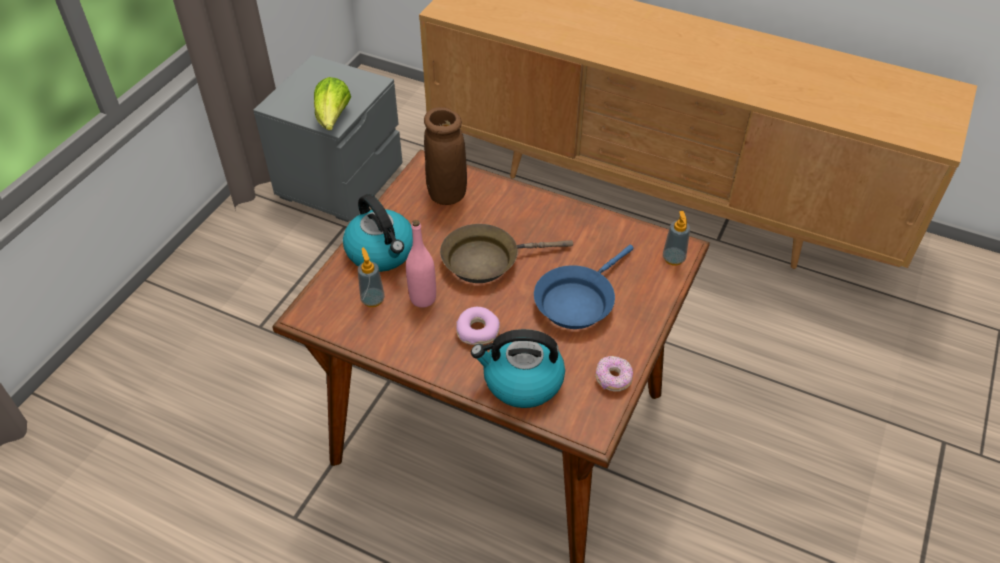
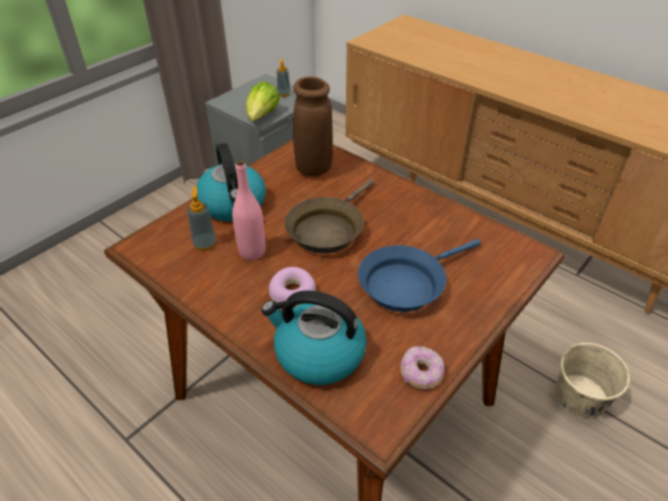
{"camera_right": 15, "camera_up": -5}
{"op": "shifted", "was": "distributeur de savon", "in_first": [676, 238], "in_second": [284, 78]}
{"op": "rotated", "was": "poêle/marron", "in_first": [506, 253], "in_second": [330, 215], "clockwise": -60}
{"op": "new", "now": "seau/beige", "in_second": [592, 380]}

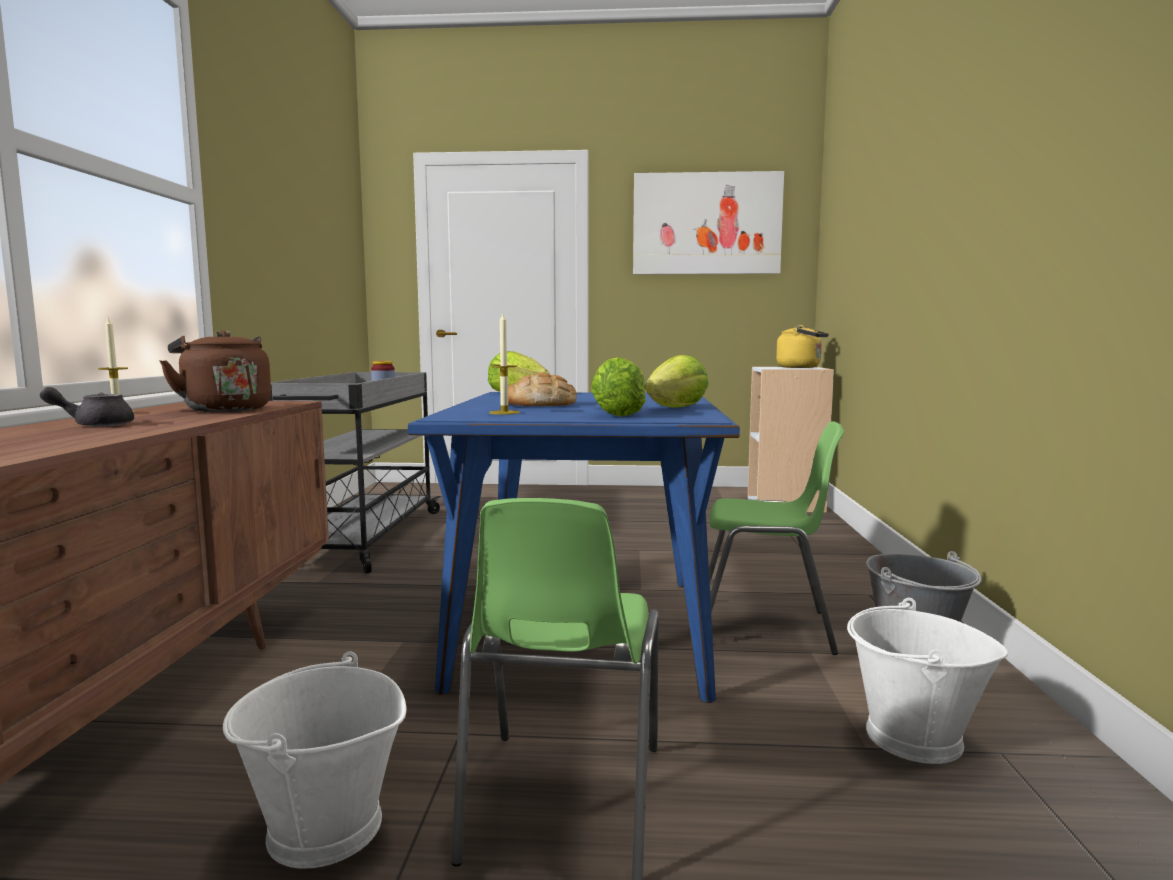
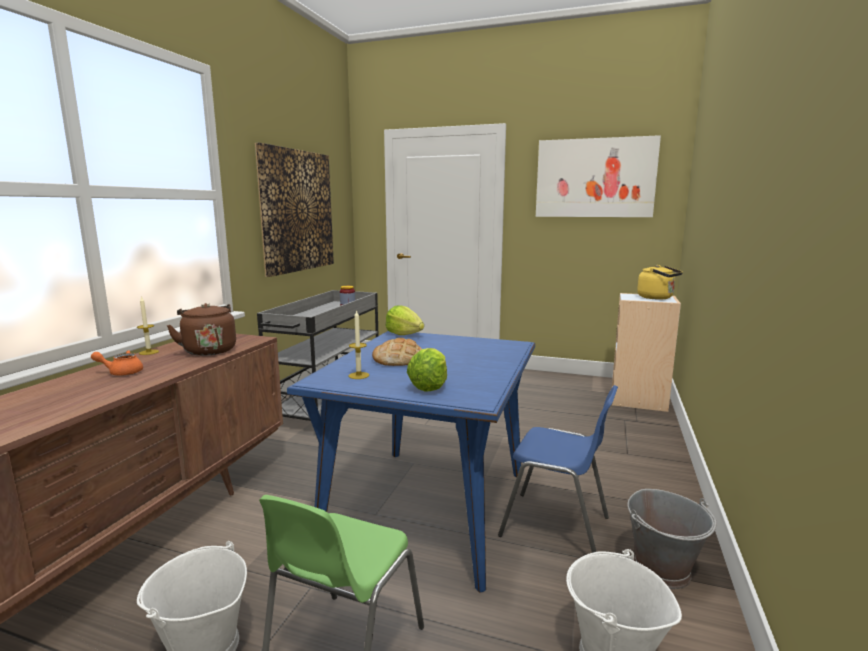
{"camera_right": 15, "camera_up": 5}
{"op": "gone", "was": "laitue", "in_first": [677, 381]}
{"op": "repainted", "was": "théière/gris", "now": "théière/orange", "in_first": [87, 407], "in_second": [117, 363]}
{"op": "repainted", "was": "chaise/vert", "now": "chaise/bleu", "in_first": [776, 538], "in_second": [558, 469]}
{"op": "new", "now": "tableau", "in_second": [294, 210]}

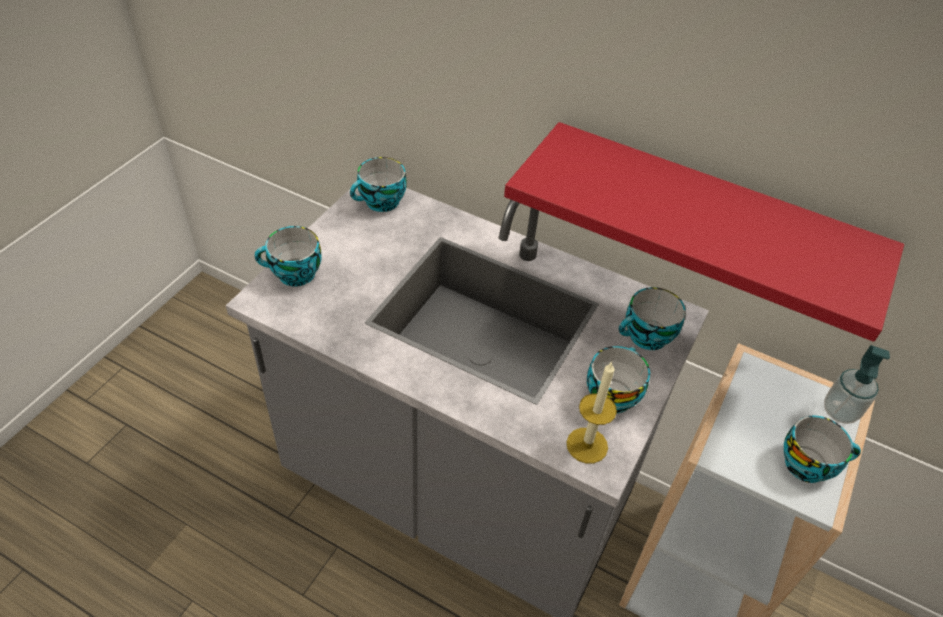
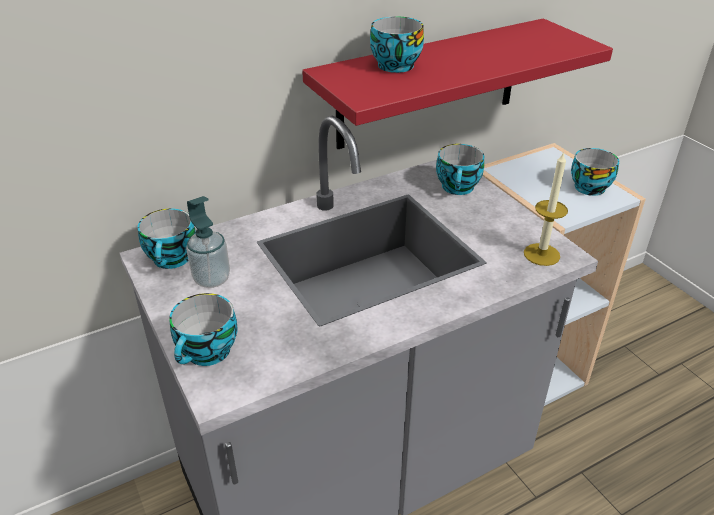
{"camera_right": -55, "camera_up": -10}
{"op": "shifted", "was": "distributeur de savon", "in_first": [857, 384], "in_second": [208, 242]}
{"op": "shifted", "was": "tasse", "in_first": [618, 380], "in_second": [397, 44]}

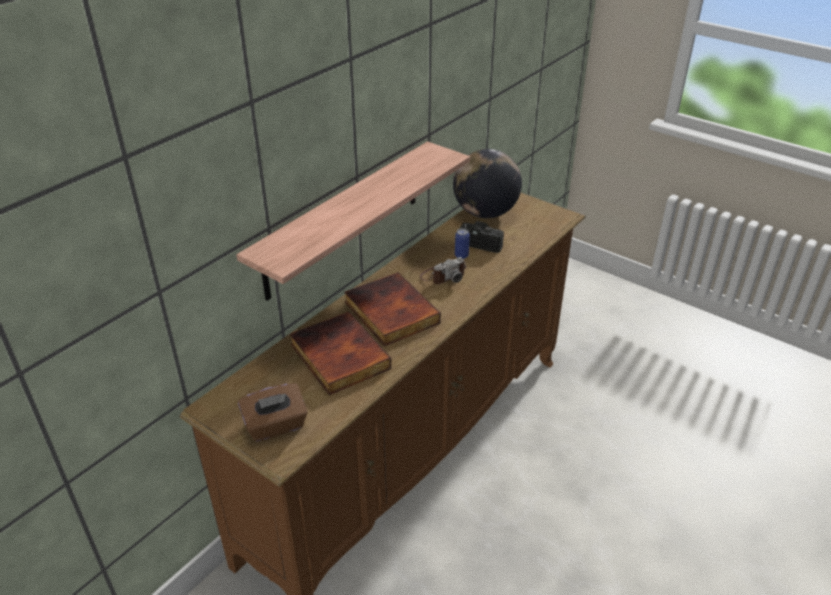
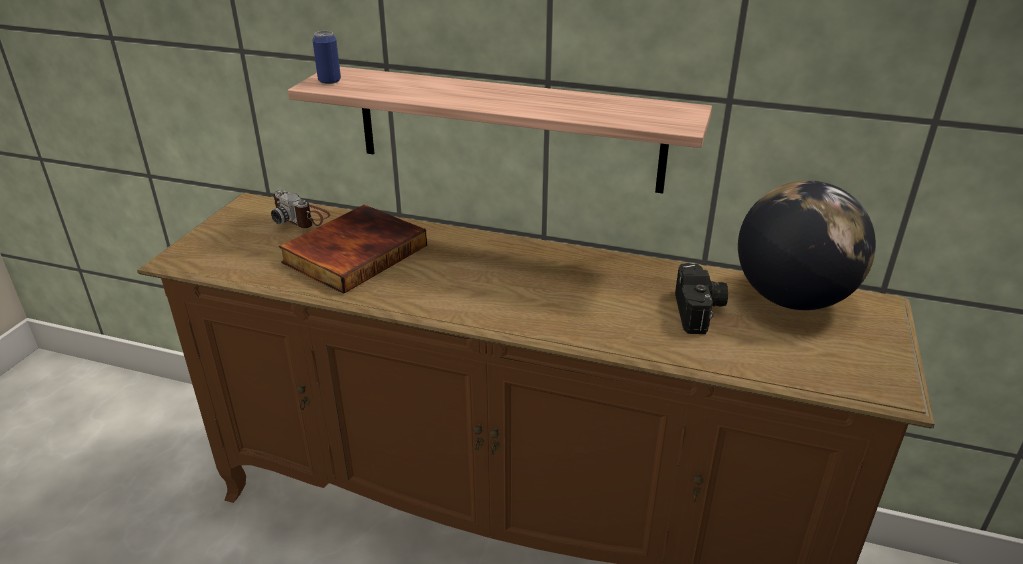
{"camera_right": 70, "camera_up": -5}
{"op": "shifted", "was": "boîte métallique", "in_first": [462, 243], "in_second": [327, 57]}
{"op": "shifted", "was": "appareil photo", "in_first": [443, 270], "in_second": [300, 209]}
{"op": "gone", "was": "livre", "in_first": [392, 309]}
{"op": "gone", "was": "boîte à mouchoirs/marron", "in_first": [273, 412]}

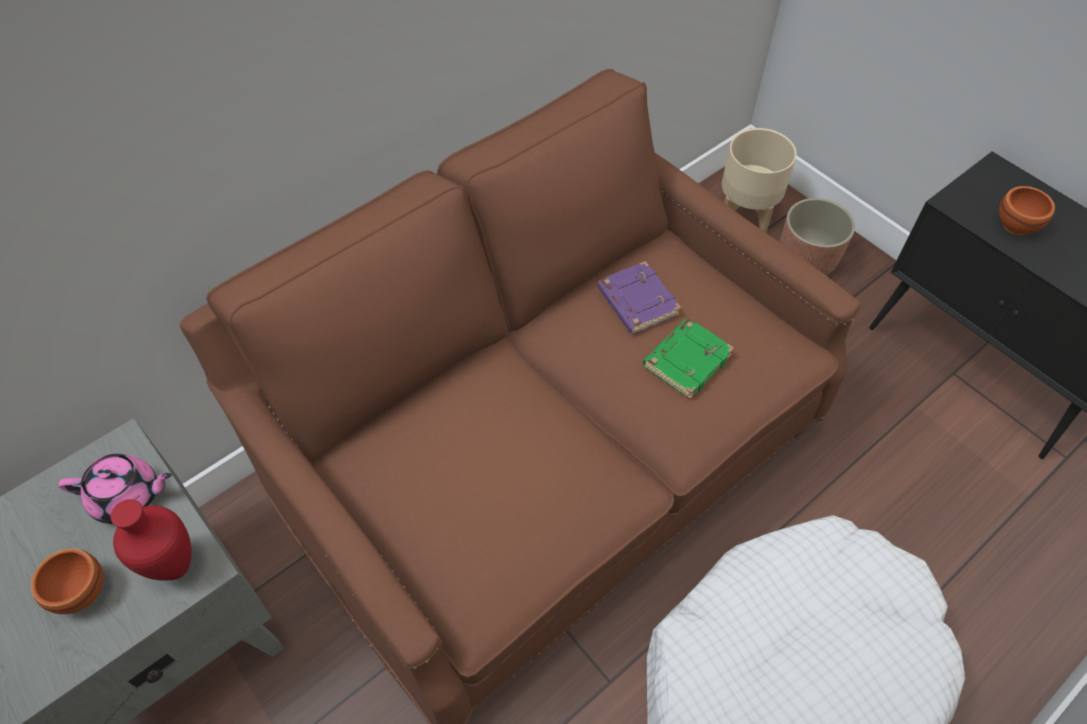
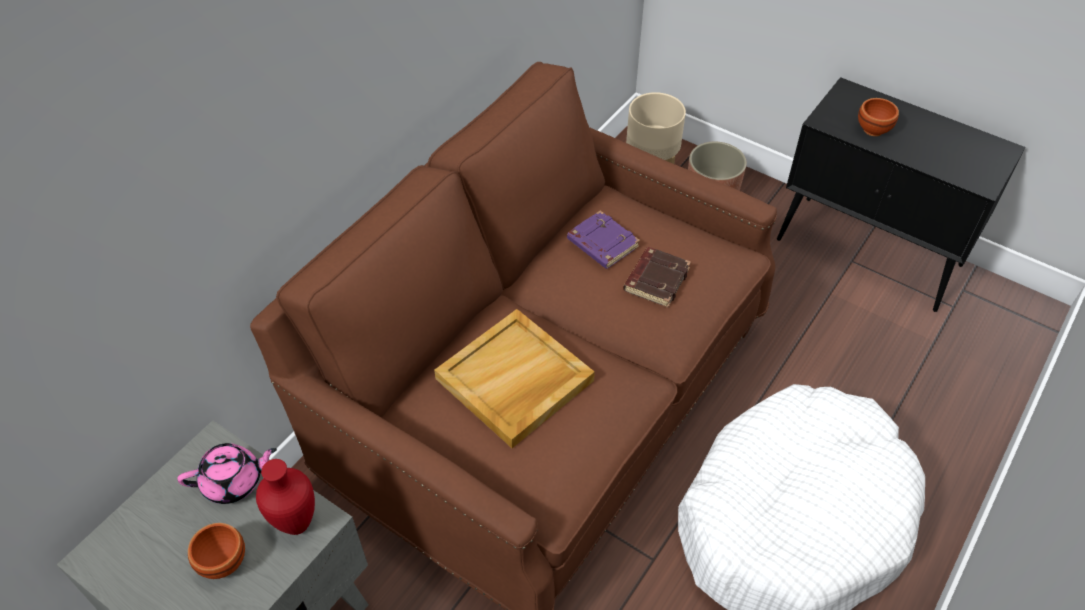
{"camera_right": -15, "camera_up": -5}
{"op": "repainted", "was": "livre/vert", "now": "livre/marron", "in_first": [688, 358], "in_second": [657, 277]}
{"op": "new", "now": "plateau/beige", "in_second": [514, 378]}

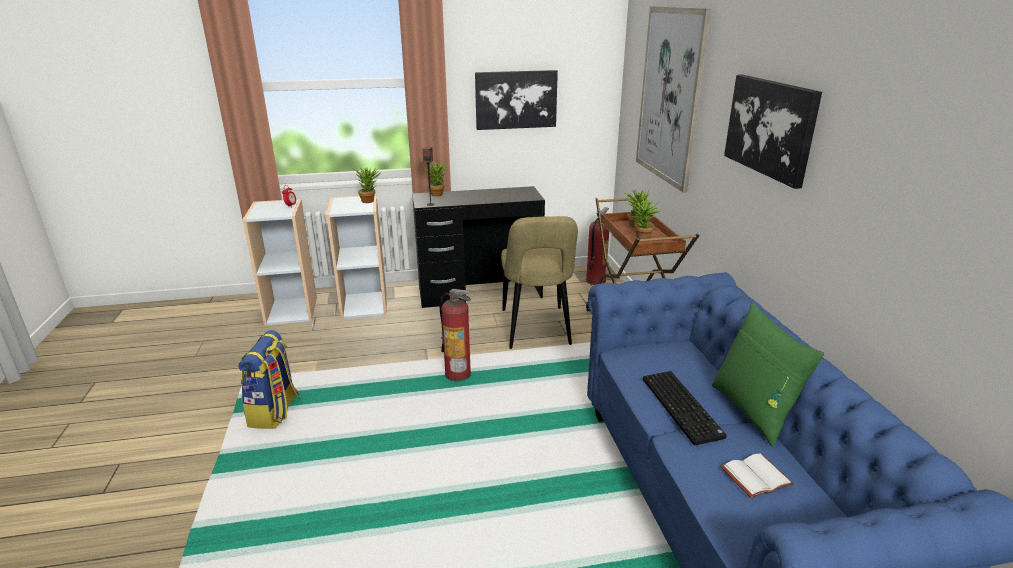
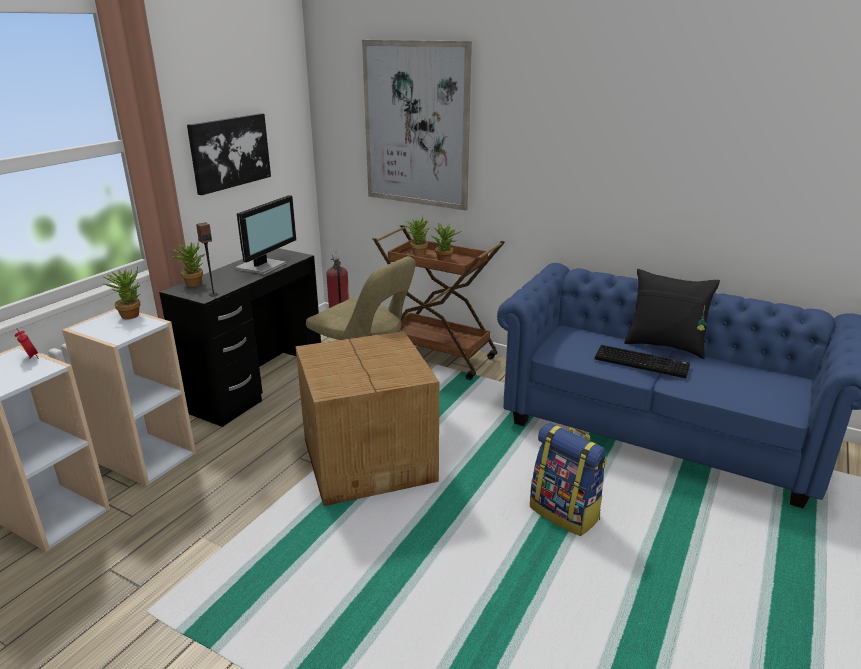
{"camera_right": -50, "camera_up": 0}
{"op": "gone", "was": "tableau", "in_first": [773, 132]}
{"op": "swapped", "was": "extincteur", "now": "carton", "in_first": [455, 335], "in_second": [367, 418]}
{"op": "repainted", "was": "coussin/vert", "now": "coussin/noir", "in_first": [768, 375], "in_second": [672, 314]}
{"op": "shifted", "was": "sac à dos", "in_first": [268, 379], "in_second": [568, 479]}
{"op": "gone", "was": "livre/blanc", "in_first": [757, 476]}
{"op": "new", "now": "écran d'ordinateur", "in_second": [265, 235]}

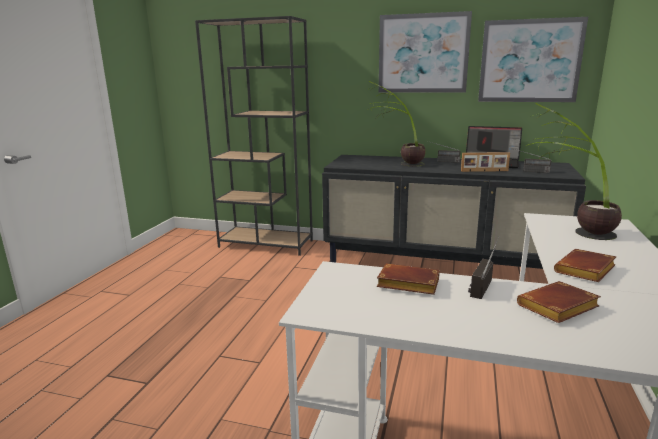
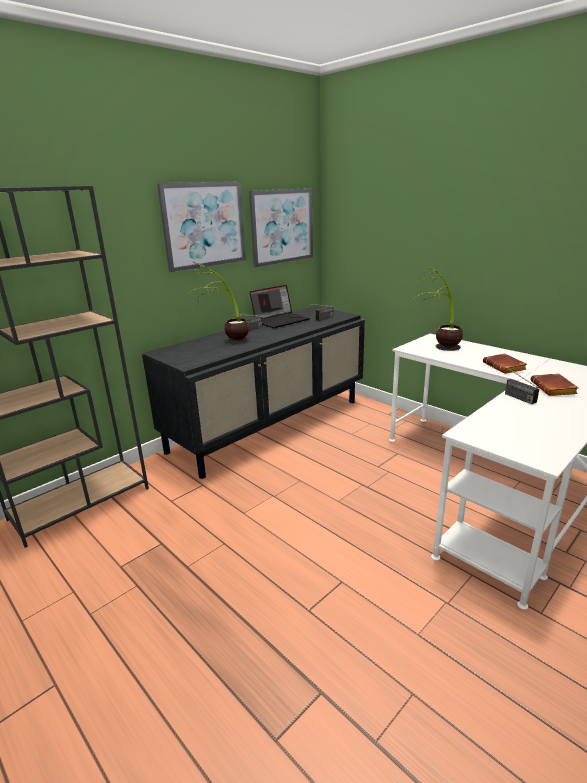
{"camera_right": -60, "camera_up": 5}
{"op": "gone", "was": "cadre photo", "in_first": [485, 162]}
{"op": "gone", "was": "livre/marron", "in_first": [408, 279]}

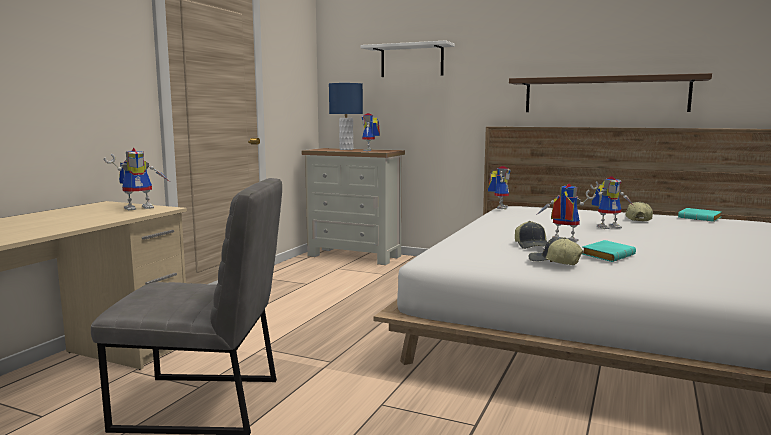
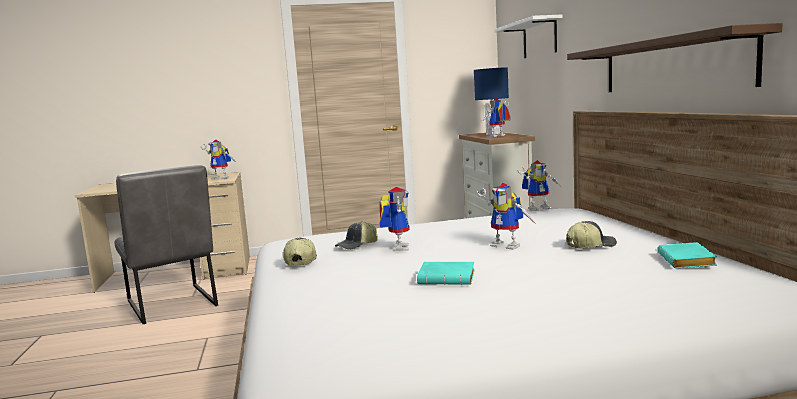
{"camera_right": 55, "camera_up": 0}
{"op": "shifted", "was": "livre/turquoise", "in_first": [609, 251], "in_second": [446, 273]}

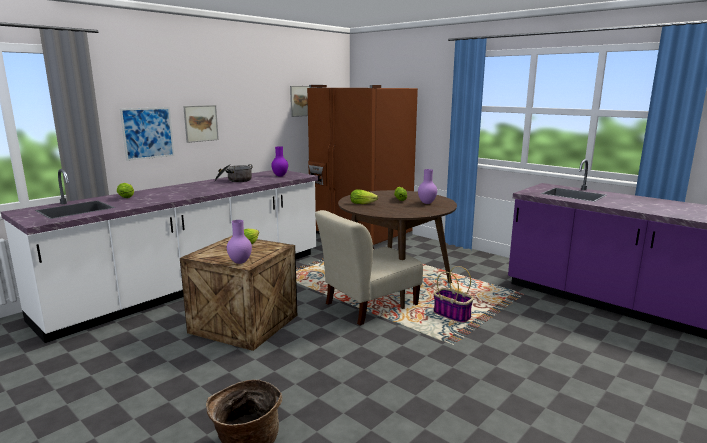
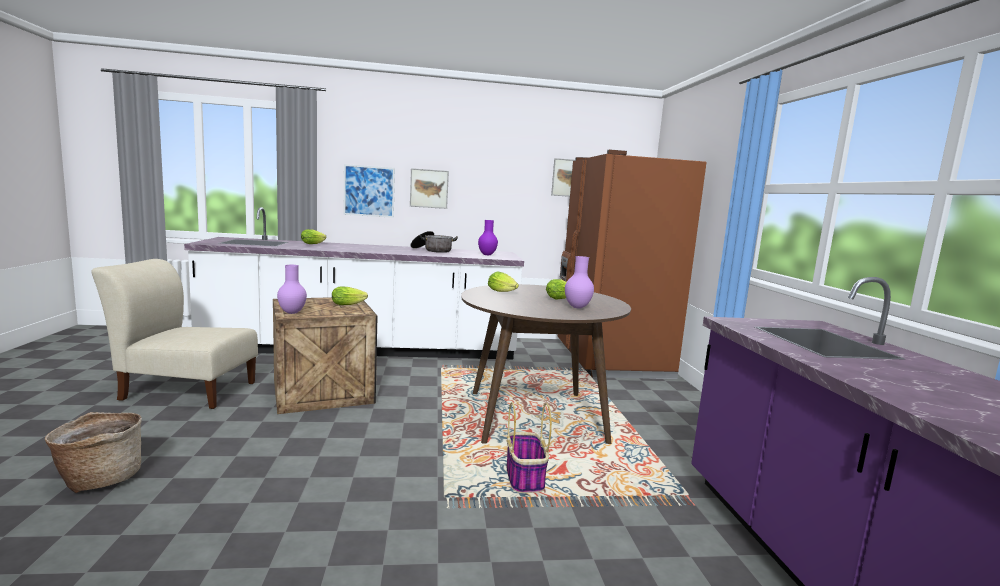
{"camera_right": 40, "camera_up": -5}
{"op": "shifted", "was": "chaise/beige", "in_first": [369, 267], "in_second": [174, 334]}

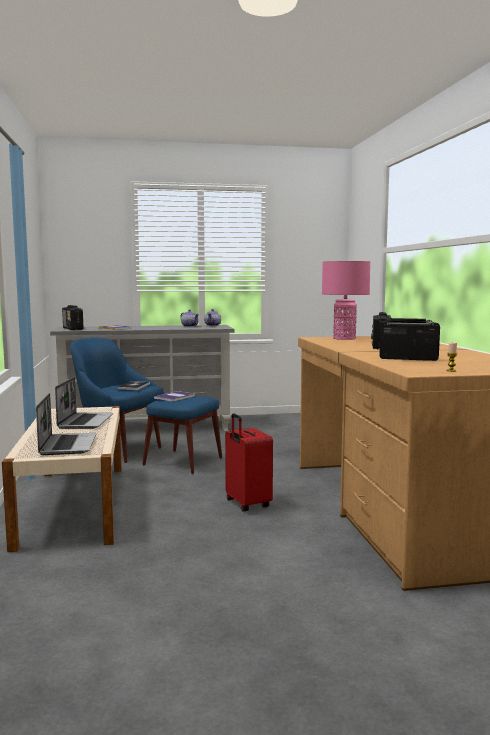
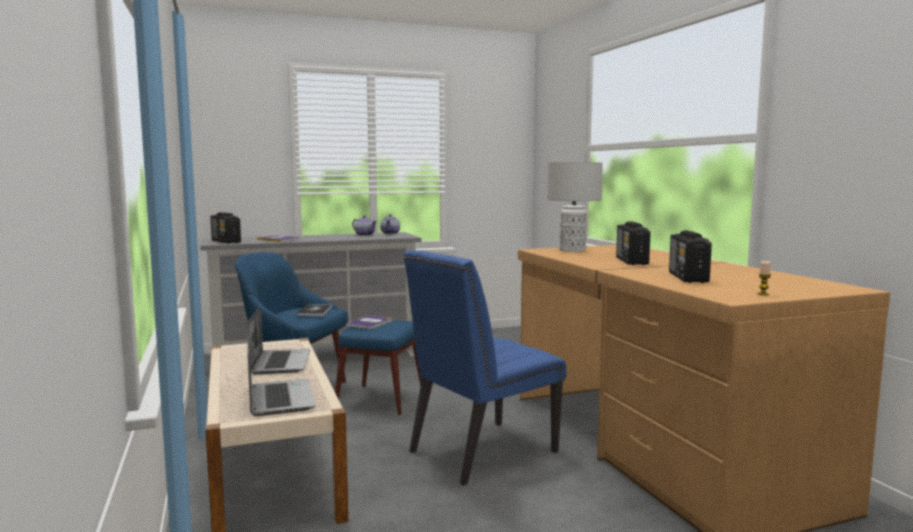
{"camera_right": -10, "camera_up": 0}
{"op": "repainted", "was": "lampe de table/rose", "now": "lampe de table/blanc", "in_first": [346, 300], "in_second": [575, 207]}
{"op": "rotated", "was": "radio", "in_first": [409, 339], "in_second": [690, 256], "clockwise": -90}
{"op": "swapped", "was": "valise/rouge", "now": "chaise/bleu", "in_first": [249, 462], "in_second": [484, 368]}

